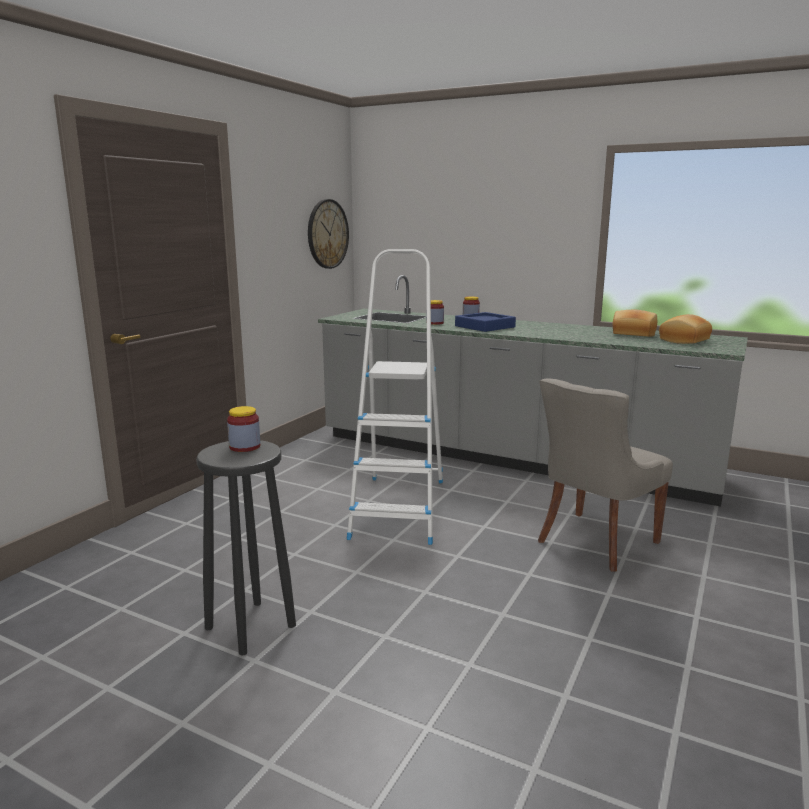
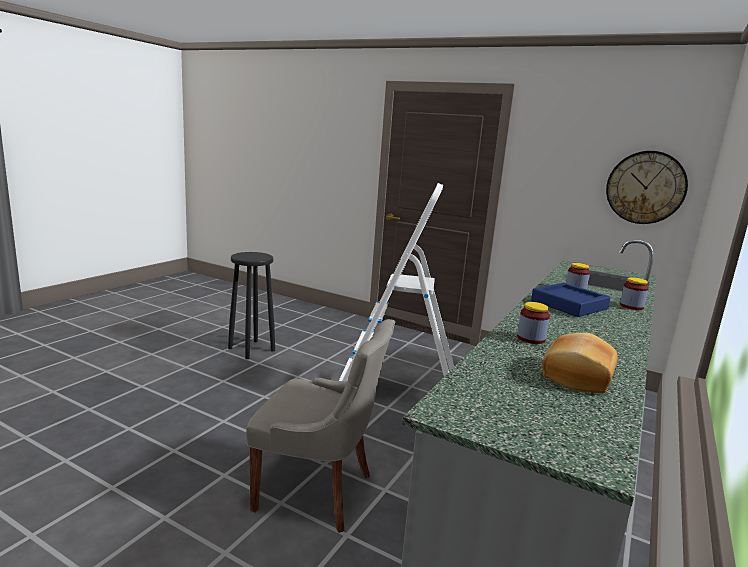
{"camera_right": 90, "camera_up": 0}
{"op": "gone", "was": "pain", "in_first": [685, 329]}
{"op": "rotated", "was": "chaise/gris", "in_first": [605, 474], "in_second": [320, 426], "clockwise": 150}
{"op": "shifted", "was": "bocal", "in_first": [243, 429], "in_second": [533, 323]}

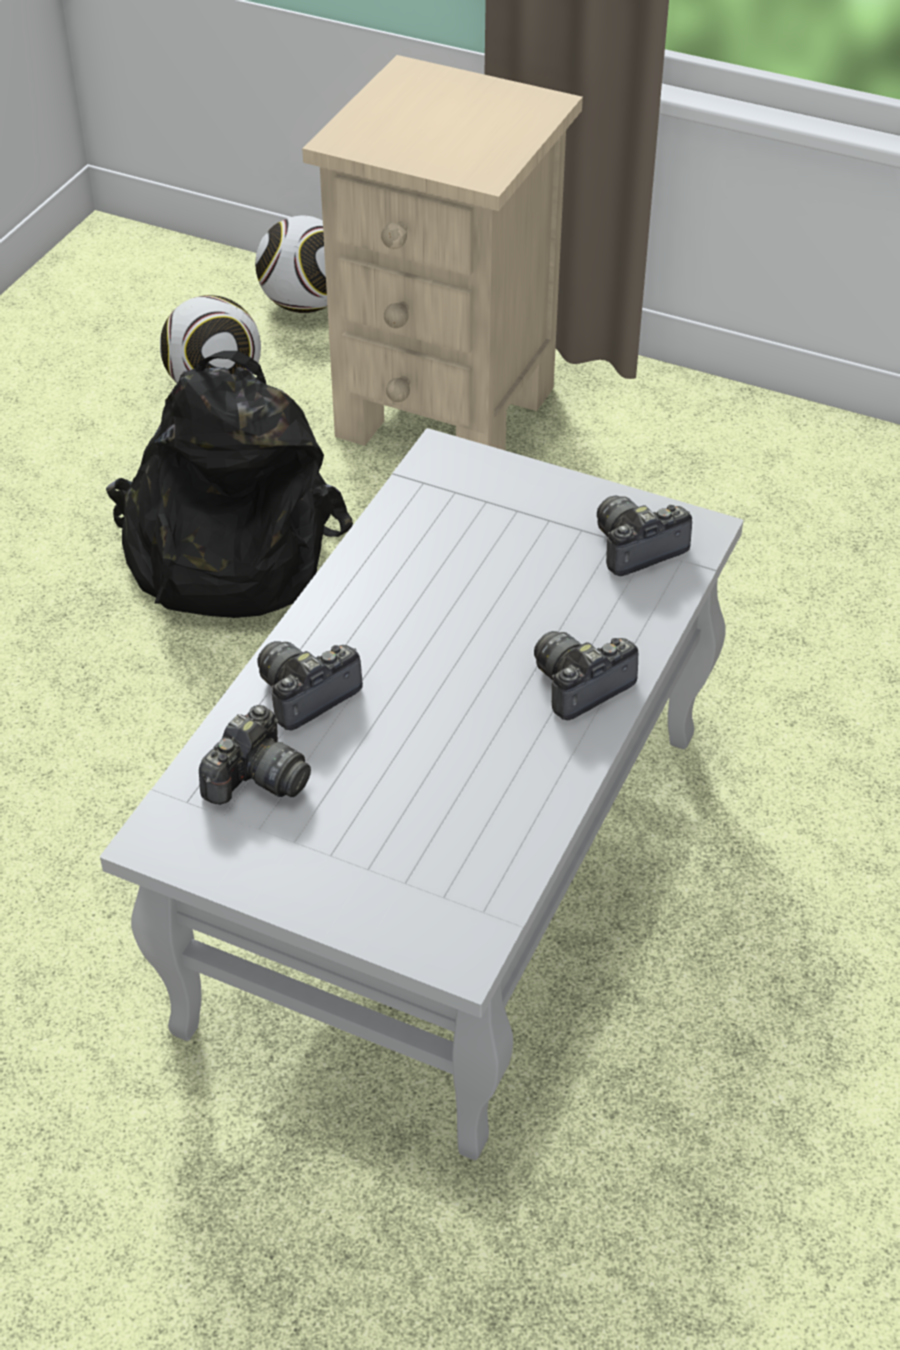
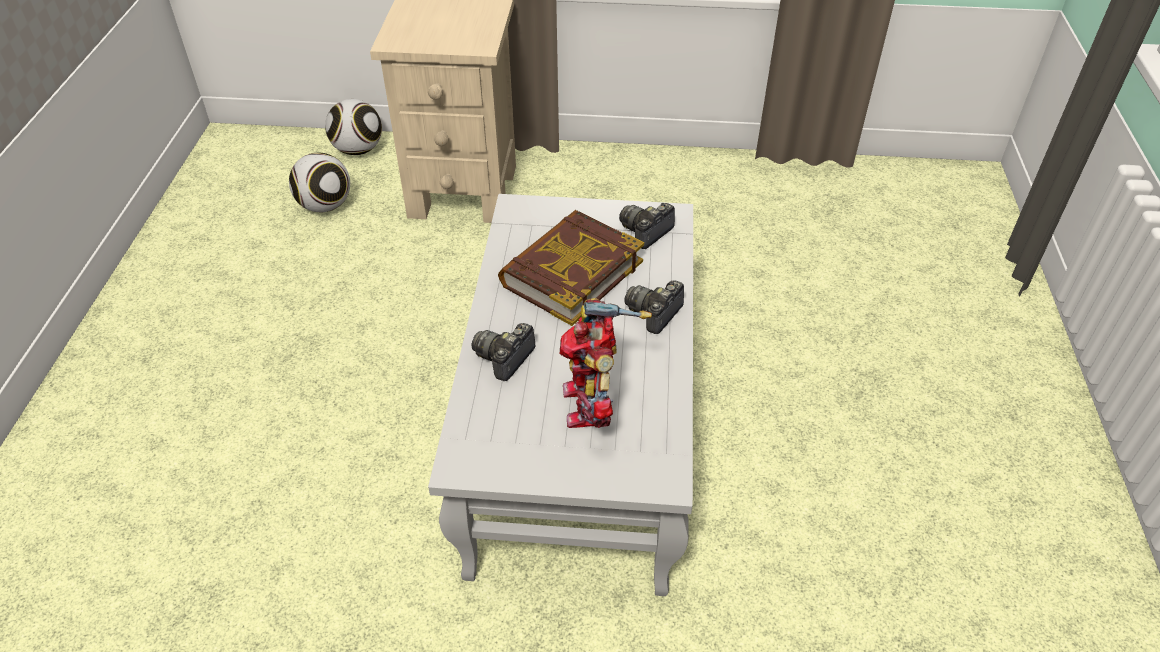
{"camera_right": -20, "camera_up": 0}
{"op": "gone", "was": "sac à dos/noir", "in_first": [229, 484]}
{"op": "gone", "was": "appareil photo", "in_first": [255, 755]}
{"op": "new", "now": "livre", "in_second": [571, 268]}
{"op": "new", "now": "robot jouet", "in_second": [605, 363]}

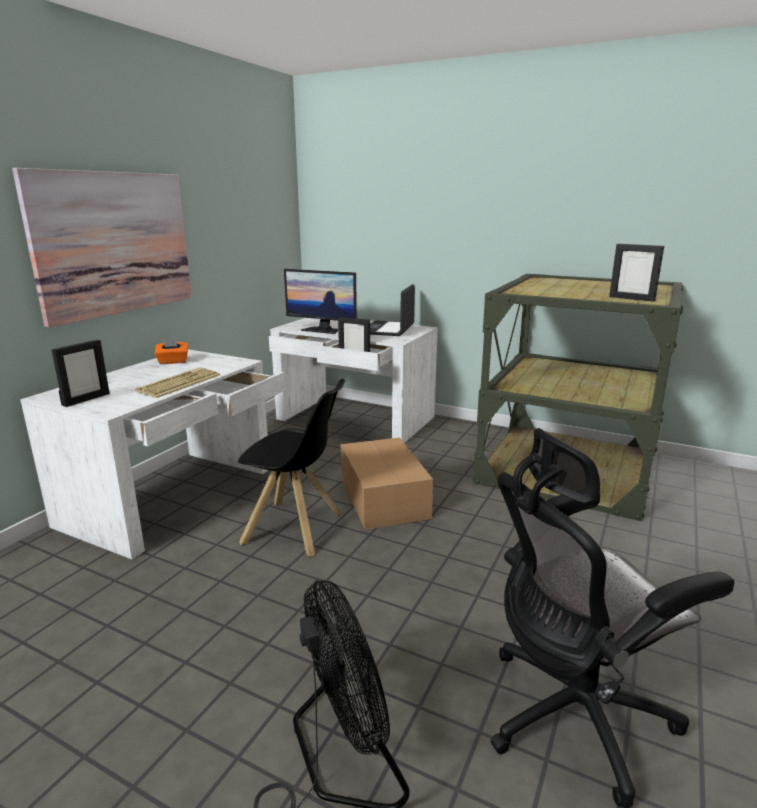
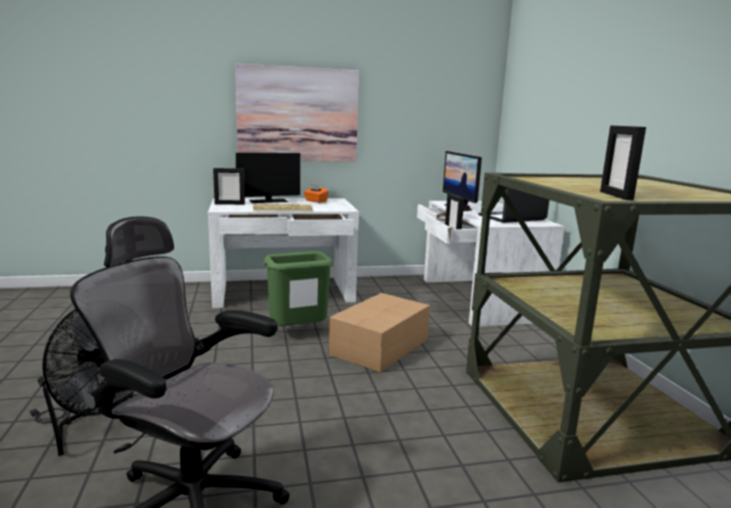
{"camera_right": 50, "camera_up": -5}
{"op": "swapped", "was": "chaise/noir", "now": "poubelle/vert", "in_first": [291, 468], "in_second": [298, 288]}
{"op": "new", "now": "écran d'ordinateur", "in_second": [268, 178]}

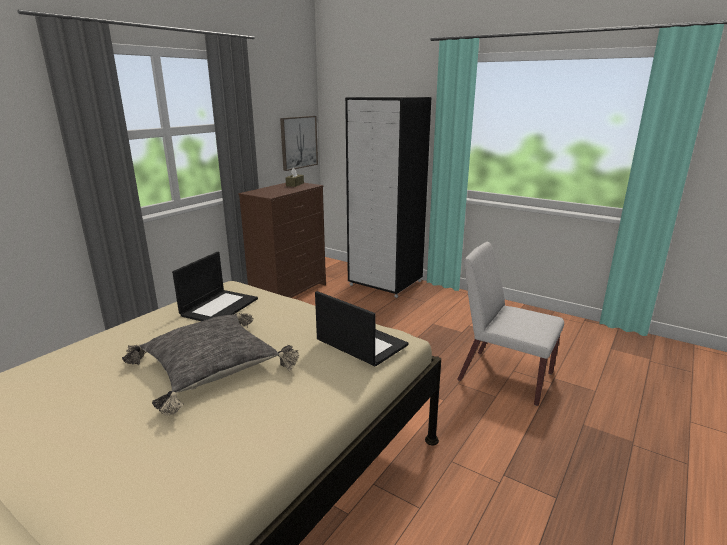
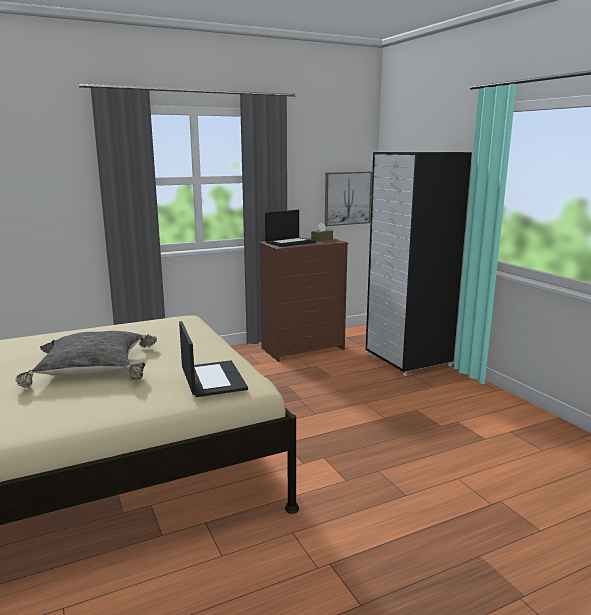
{"camera_right": 30, "camera_up": -5}
{"op": "gone", "was": "chaise/blanc", "in_first": [510, 324]}
{"op": "shifted", "was": "ordinateur portable", "in_first": [215, 286], "in_second": [290, 228]}

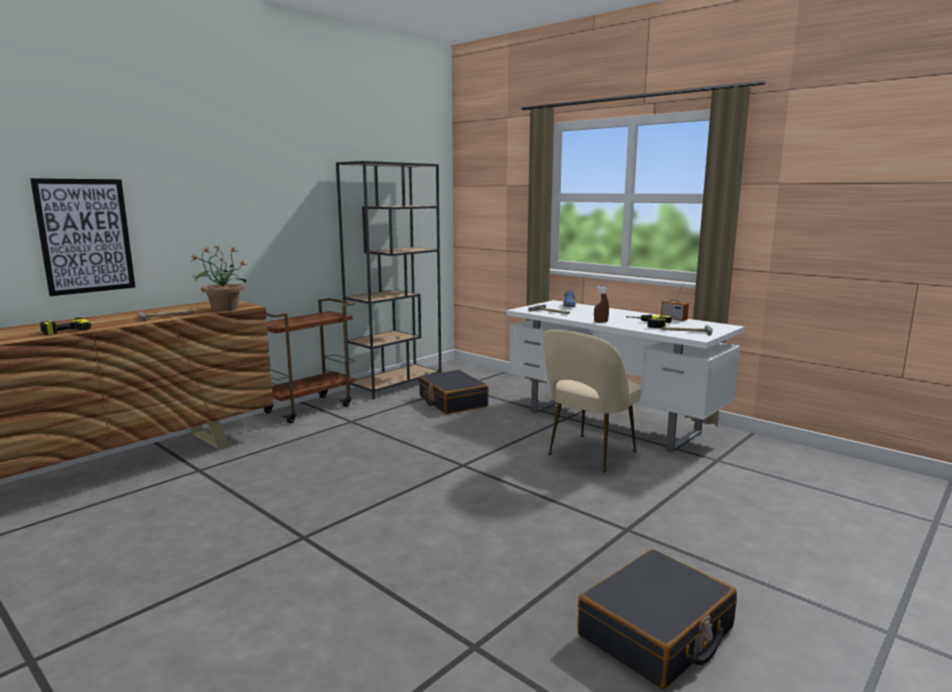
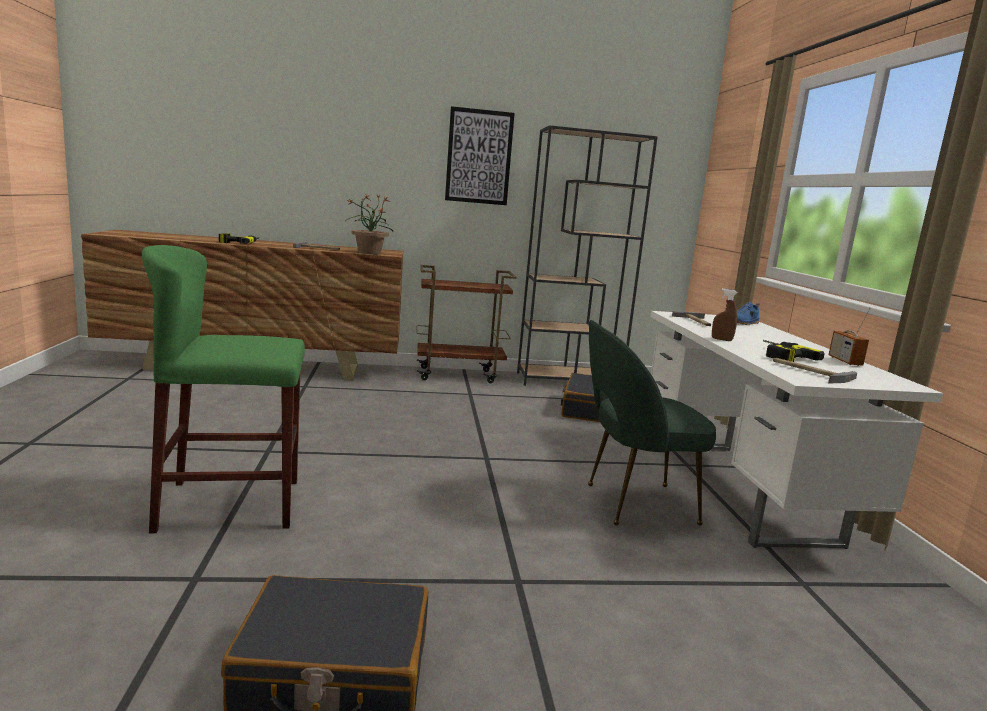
{"camera_right": 40, "camera_up": 0}
{"op": "shifted", "was": "tableau", "in_first": [82, 237], "in_second": [480, 155]}
{"op": "repainted", "was": "chaise/beige", "now": "chaise/vert", "in_first": [592, 400], "in_second": [652, 423]}
{"op": "new", "now": "tabouret/vert", "in_second": [223, 389]}

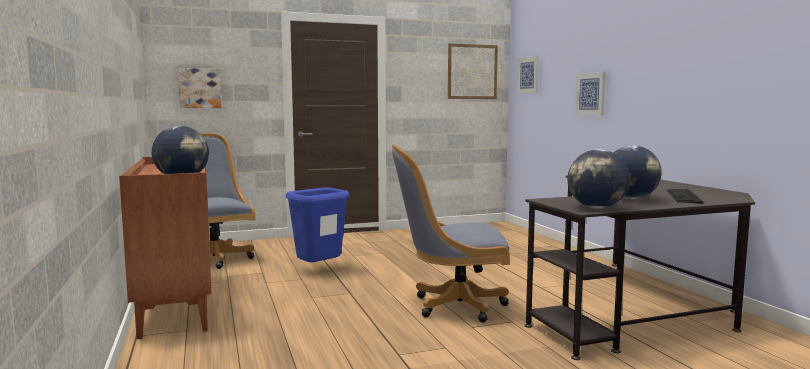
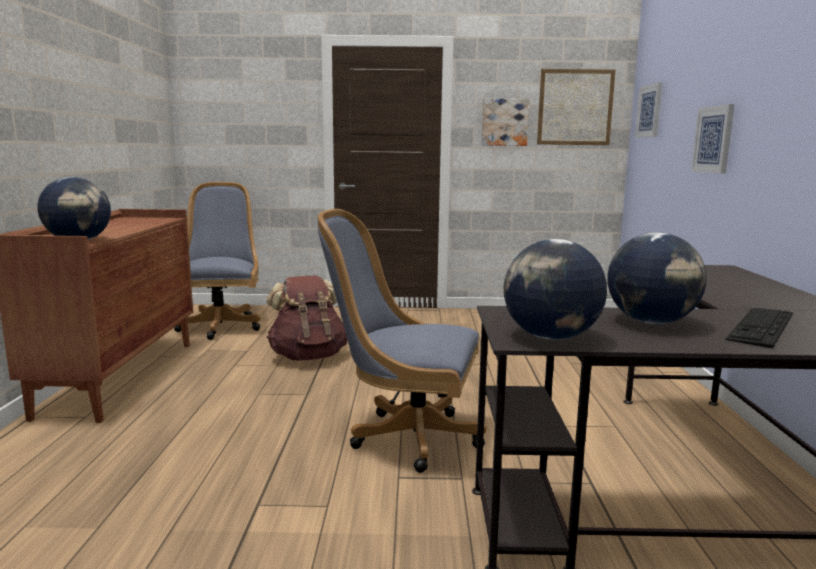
{"camera_right": 20, "camera_up": 5}
{"op": "shifted", "was": "tableau", "in_first": [200, 88], "in_second": [506, 122]}
{"op": "swapped", "was": "poubelle/bleu", "now": "sac à dos/marron", "in_first": [317, 225], "in_second": [307, 318]}

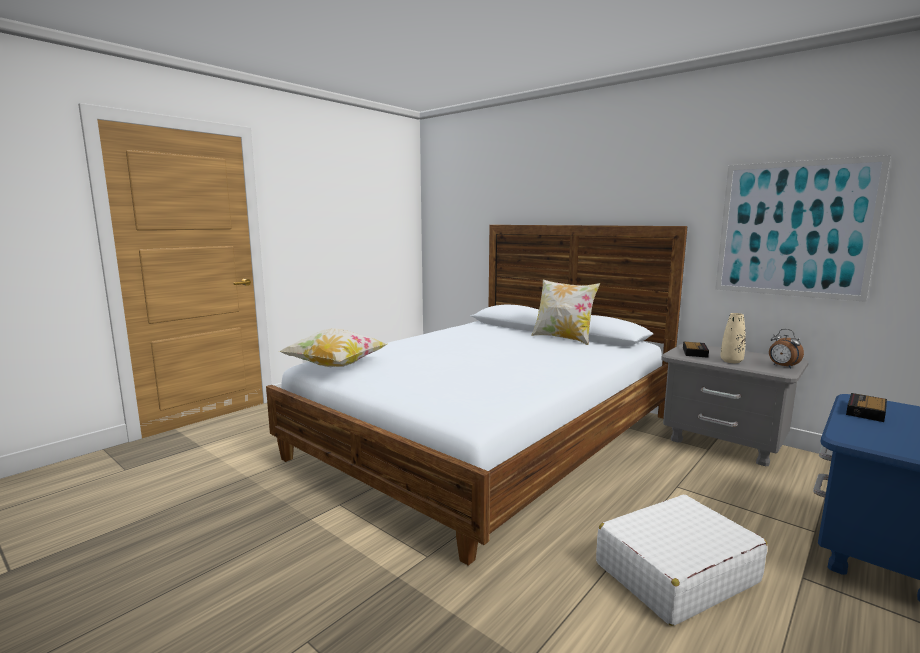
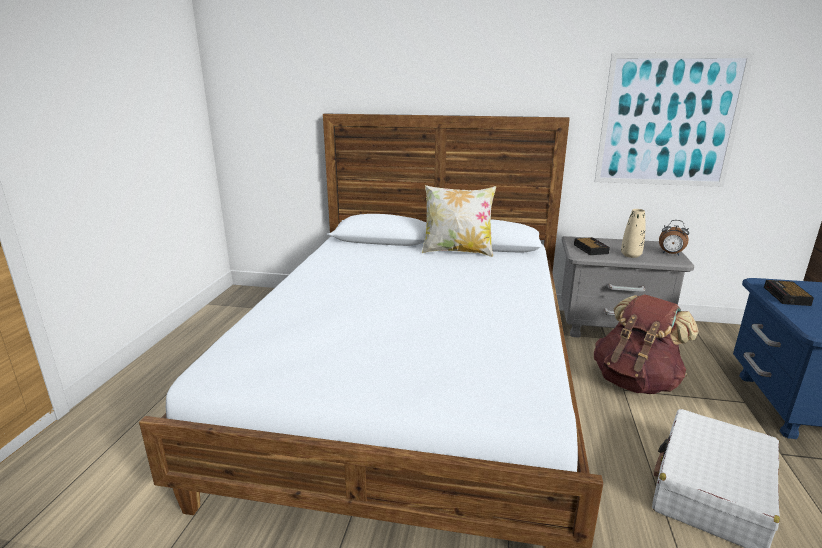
{"camera_right": -30, "camera_up": 10}
{"op": "gone", "was": "coussin", "in_first": [333, 348]}
{"op": "new", "now": "sac à dos/marron", "in_second": [646, 344]}

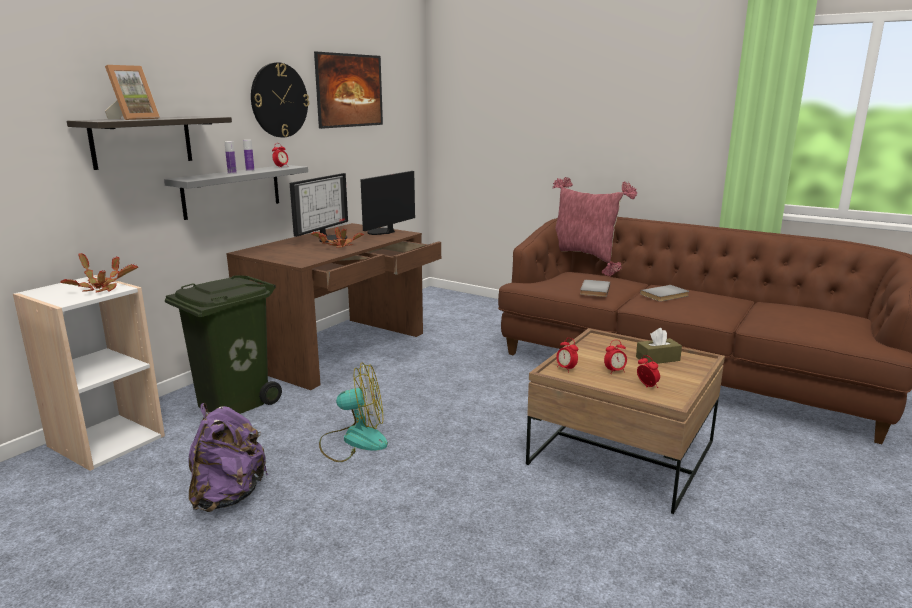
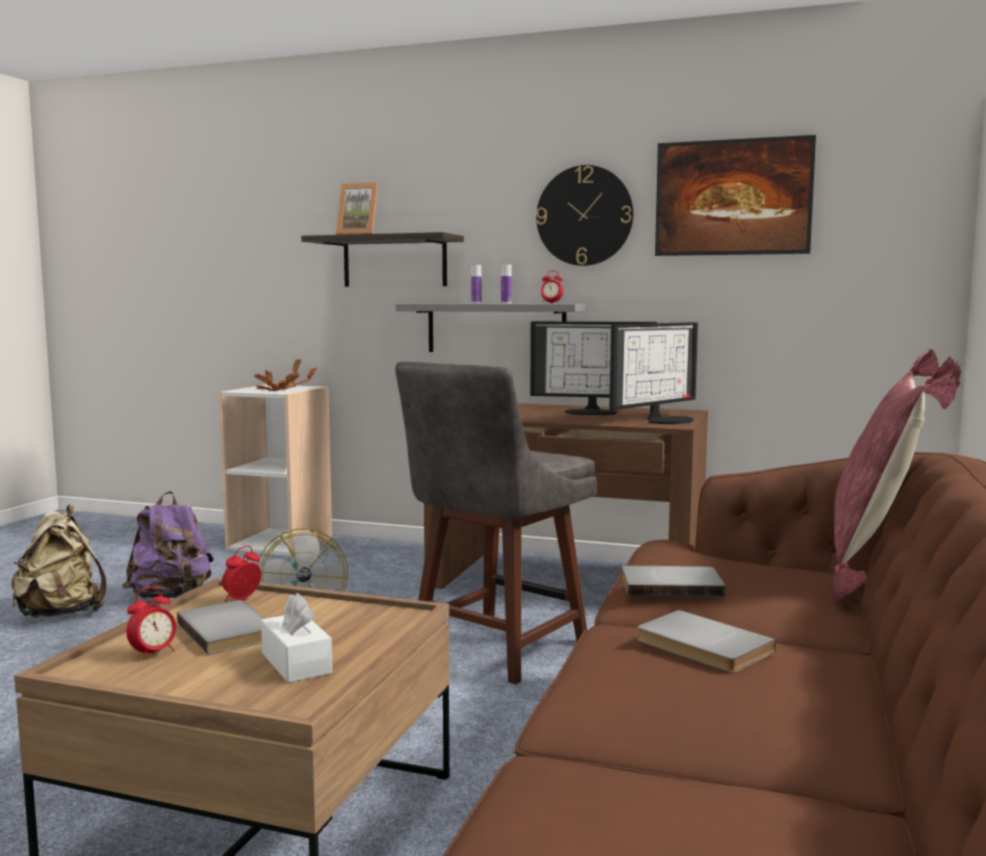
{"camera_right": 75, "camera_up": -10}
{"op": "rotated", "was": "écran d'ordinateur", "in_first": [388, 203], "in_second": [653, 373], "clockwise": 120}
{"op": "gone", "was": "plante en pot", "in_first": [337, 237]}
{"op": "gone", "was": "poubelle/vert", "in_first": [223, 344]}
{"op": "repainted", "was": "boîte à mouchoirs/marron", "now": "boîte à mouchoirs/blanc", "in_first": [659, 346], "in_second": [296, 638]}
{"op": "swapped", "was": "réveil", "now": "livre/gris", "in_first": [615, 356], "in_second": [221, 627]}
{"op": "new", "now": "tabouret/gris", "in_second": [496, 523]}
{"op": "new", "now": "sac à dos/beige", "in_second": [59, 561]}

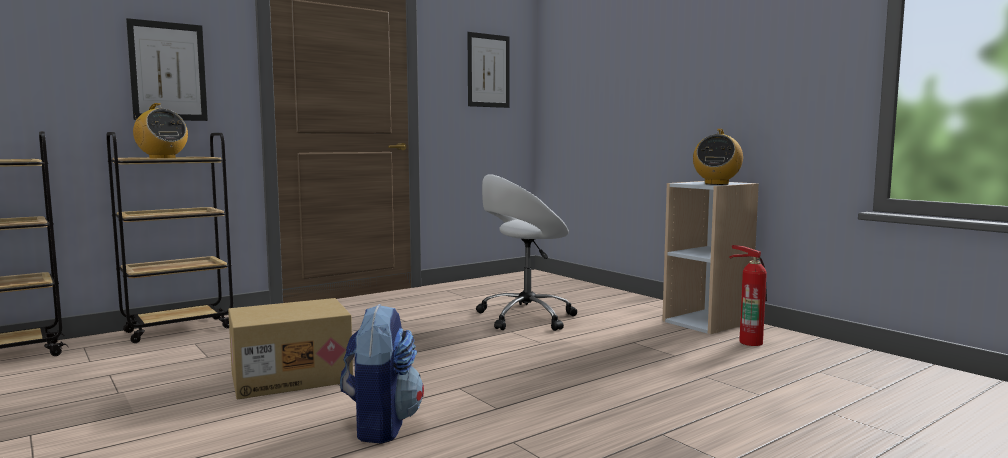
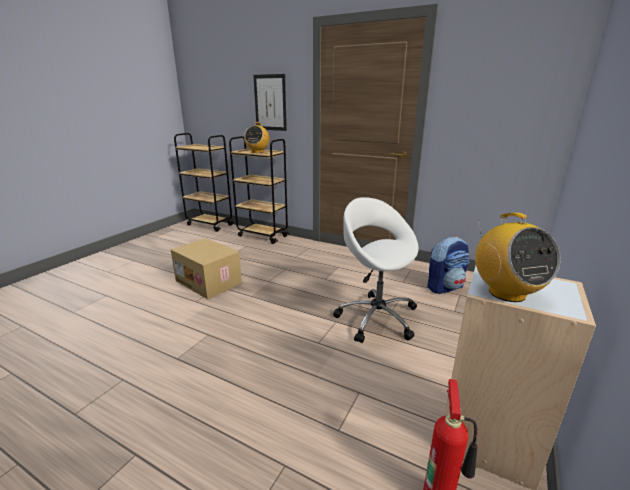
{"camera_right": 65, "camera_up": 15}
{"op": "gone", "was": "tableau", "in_first": [489, 70]}
{"op": "rotated", "was": "radio", "in_first": [718, 157], "in_second": [518, 257], "clockwise": -105}
{"op": "shifted", "was": "sac à dos", "in_first": [382, 374], "in_second": [448, 265]}

